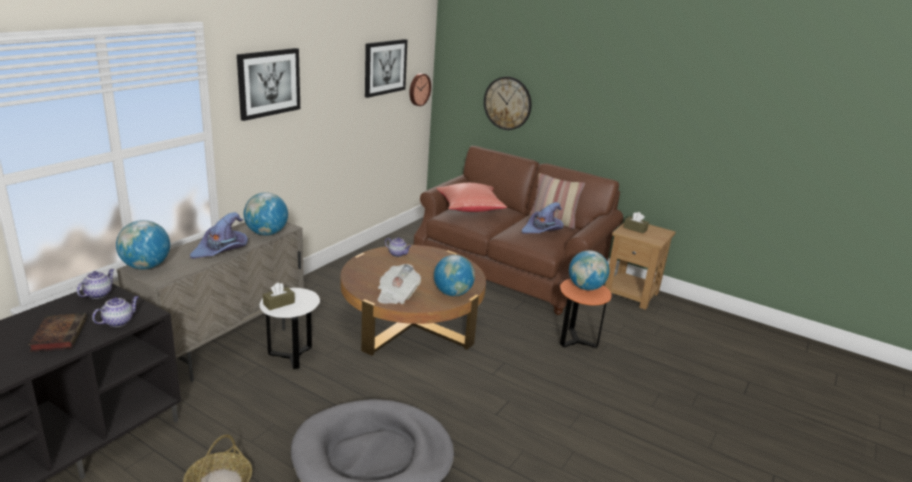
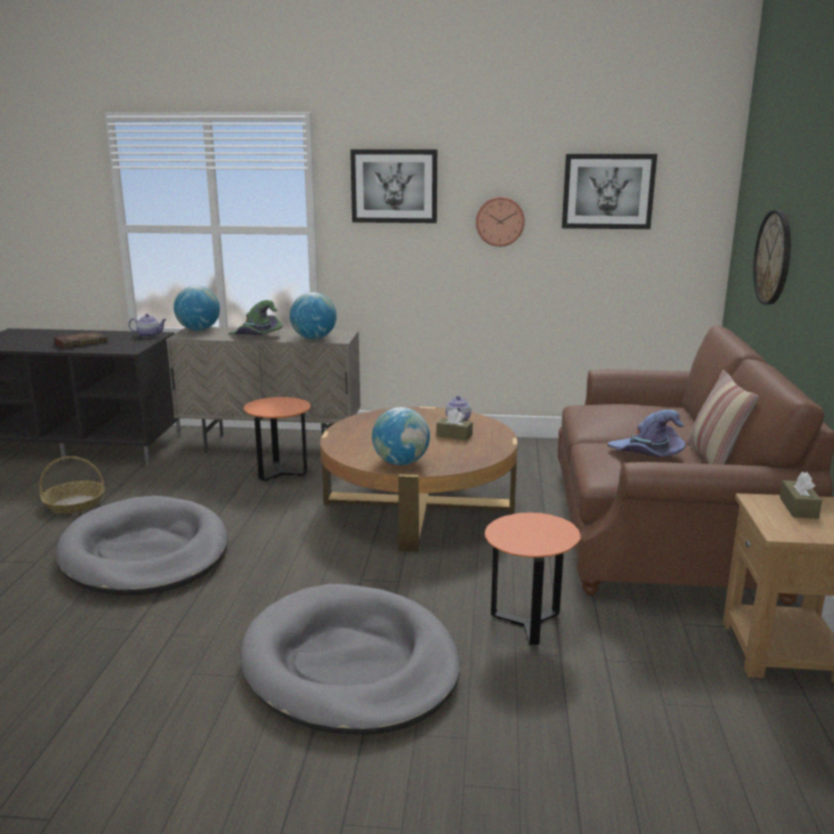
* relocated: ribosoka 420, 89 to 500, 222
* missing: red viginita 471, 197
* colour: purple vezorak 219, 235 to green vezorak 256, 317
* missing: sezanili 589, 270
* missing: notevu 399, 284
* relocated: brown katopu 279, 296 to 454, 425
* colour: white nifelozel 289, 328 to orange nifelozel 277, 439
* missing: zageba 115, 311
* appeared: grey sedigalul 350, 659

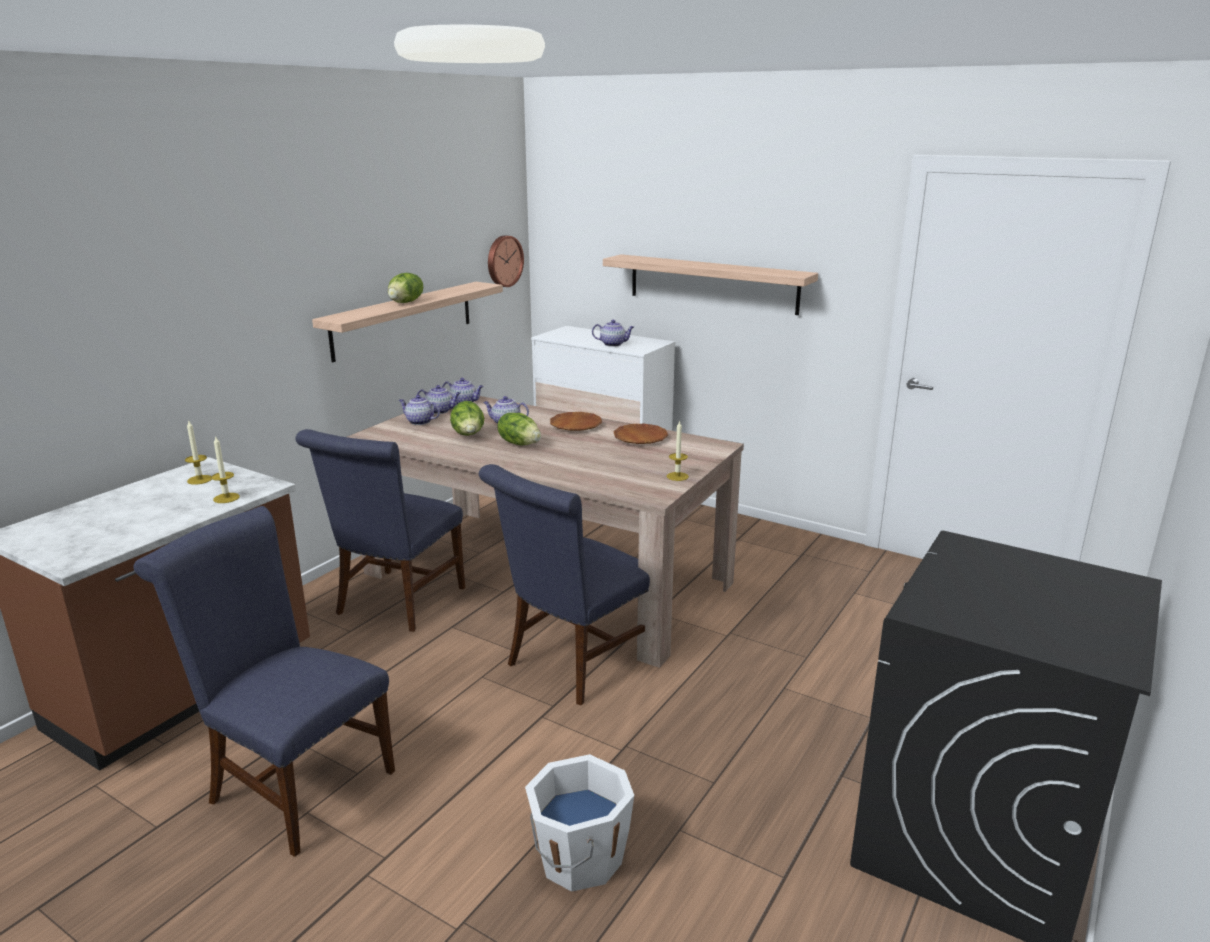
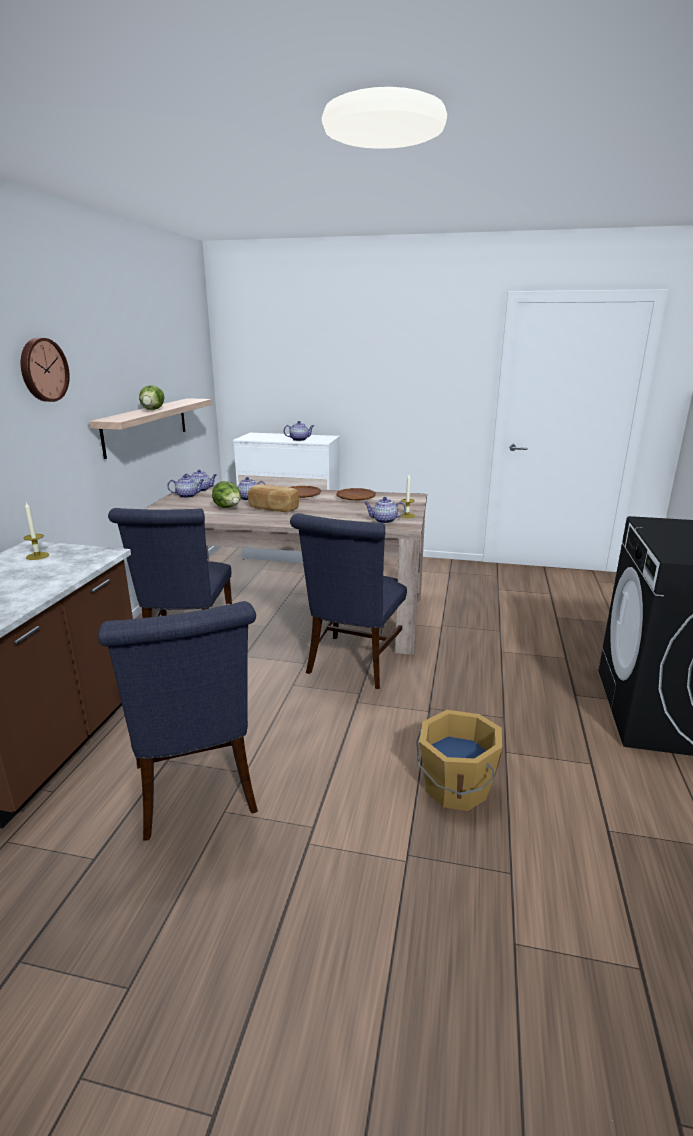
* relocated: ribosoka 506, 261 to 45, 370
* missing: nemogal 710, 284
* relocated: zageba 419, 410 to 385, 510
* exchanged: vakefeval 519, 429 to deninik 273, 498
* missing: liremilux 225, 469
* spun: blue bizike 264, 681 = 178, 720 120 degrees counterclockwise
* colour: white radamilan 579, 823 to orange radamilan 459, 760

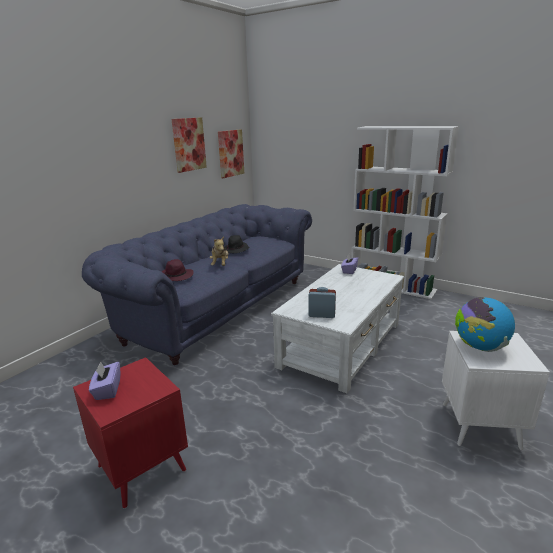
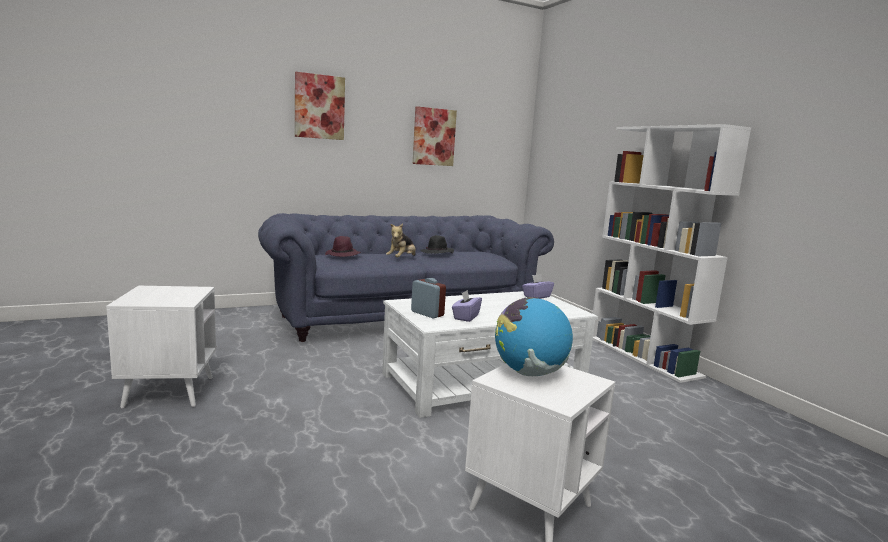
* relocated: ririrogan 231, 153 to 320, 106
* colour: red nifelozel 130, 433 to white nifelozel 161, 347
* relocated: purple katopu 104, 380 to 467, 306

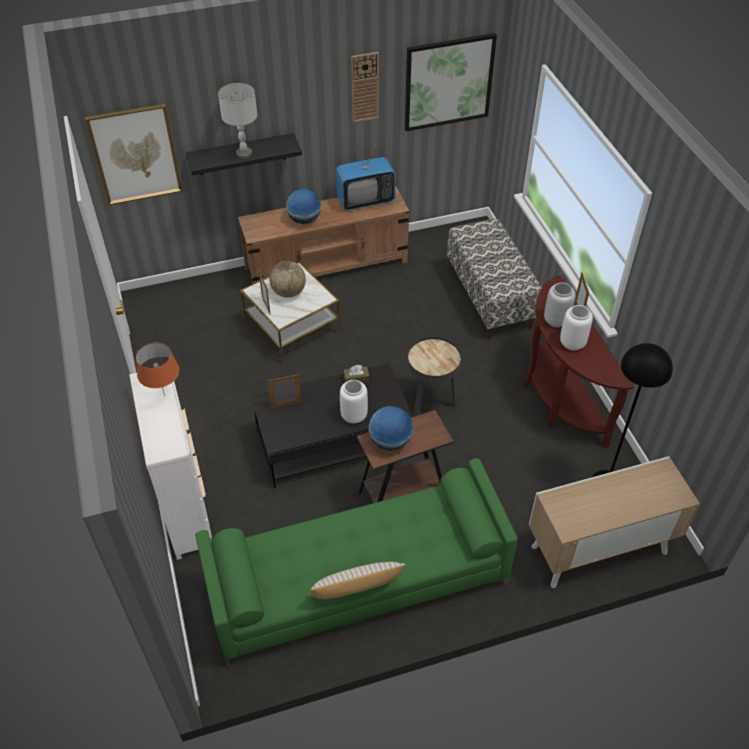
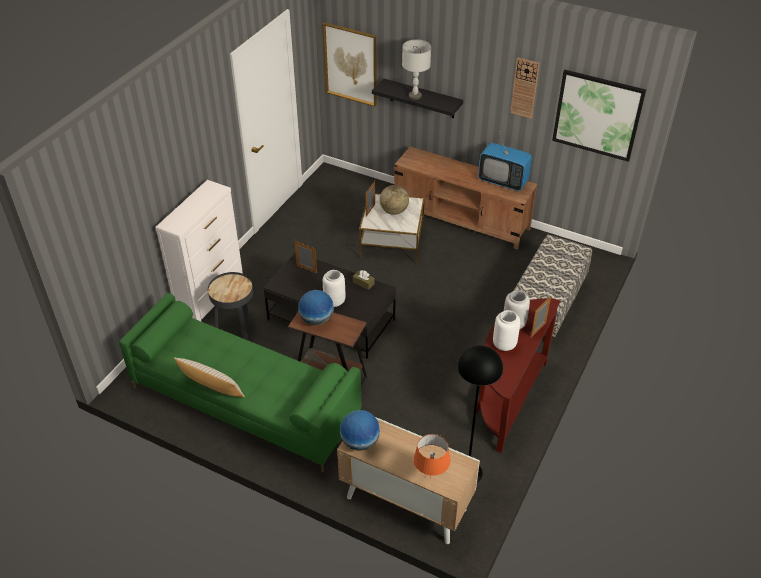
* relocated: sezanili 303, 206 to 360, 430
* relocated: black nifelozel 434, 377 to 230, 306
* relocated: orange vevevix 157, 369 to 432, 456

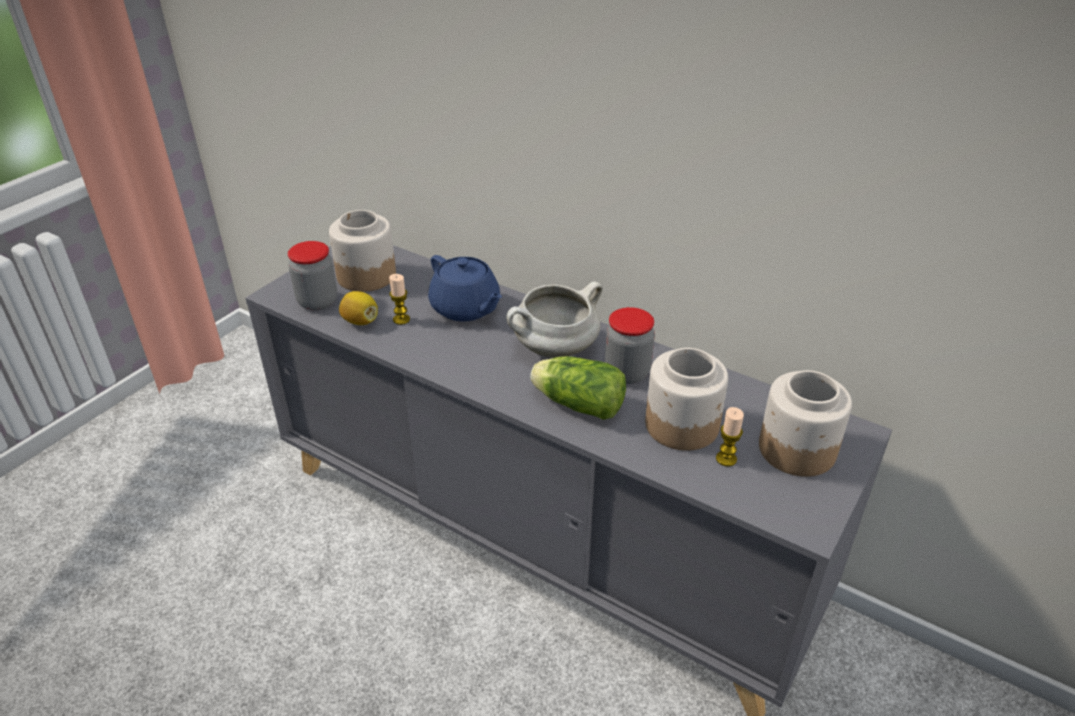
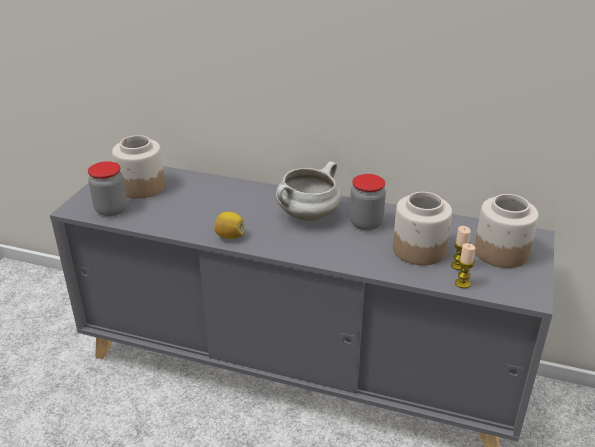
* missing: blue zageba 465, 288
* relocated: liremilux 399, 299 to 465, 265
* relocated: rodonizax 358, 308 to 229, 225
* missing: vakefeval 578, 388

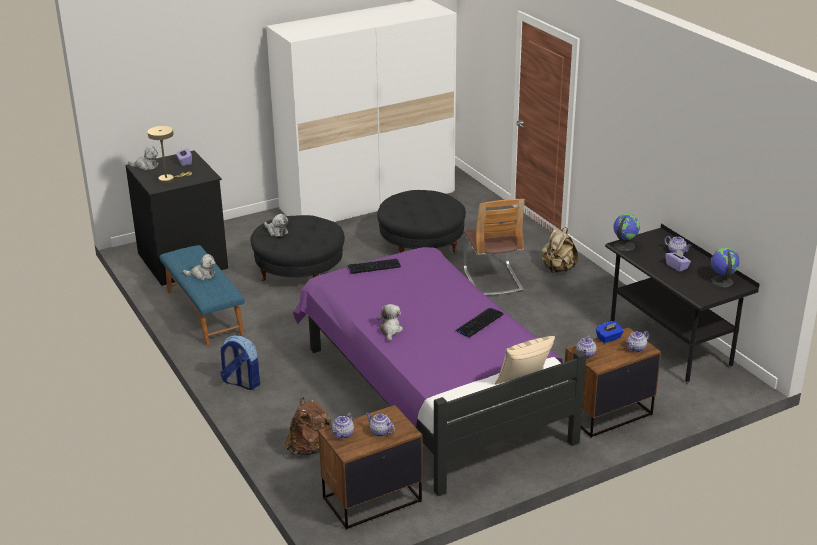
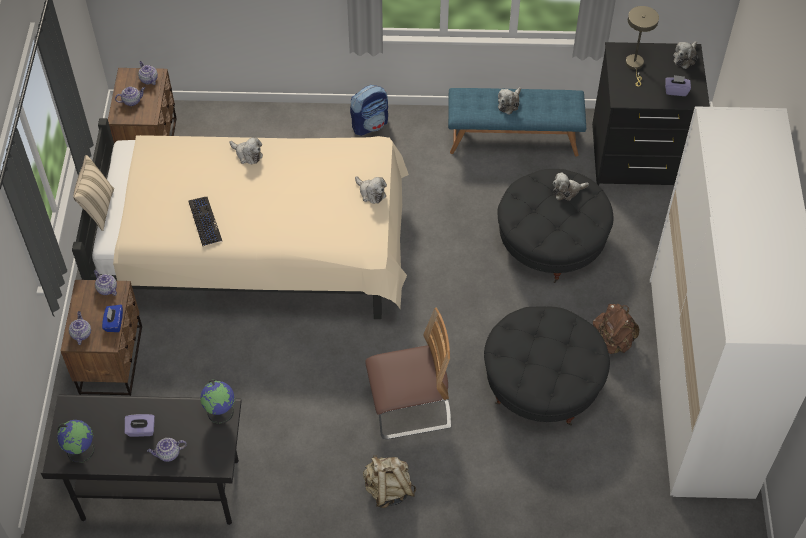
* spun: bizike 494, 247 = 408, 373 150 degrees clockwise
* colour: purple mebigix 440, 371 to beige mebigix 240, 218
* exchanged: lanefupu 374, 266 to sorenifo 371, 190
* relocated: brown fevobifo 308, 426 to 616, 329

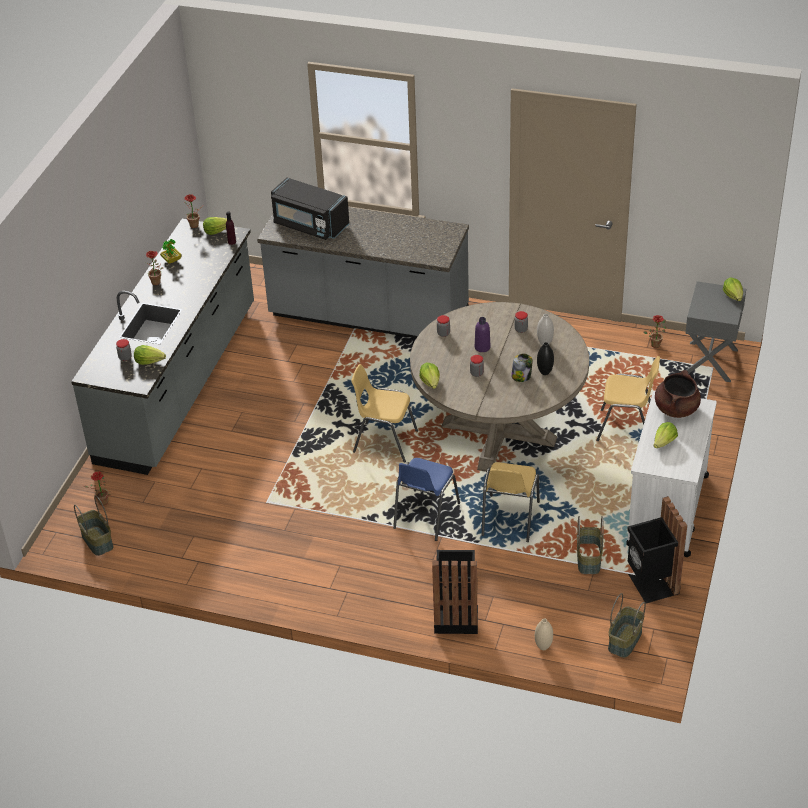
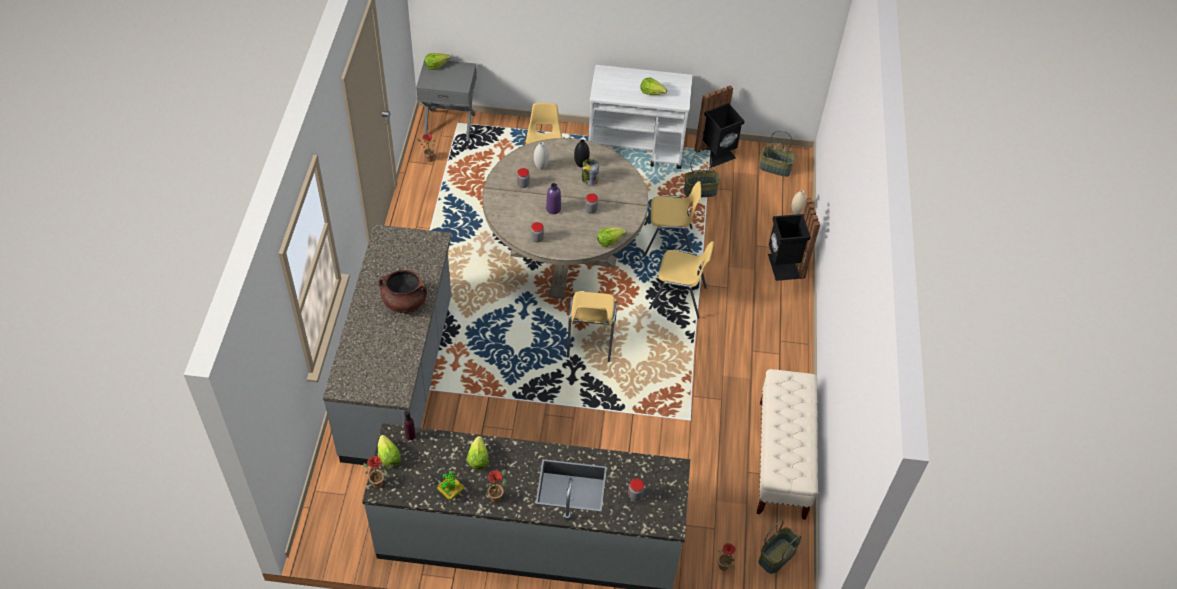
* missing: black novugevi 310, 208
* relocated: vakefeval 150, 355 to 478, 453
* relocated: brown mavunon 678, 394 to 403, 291
* colour: blue bizike 426, 499 to yellow bizike 681, 280
* appeared: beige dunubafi 787, 444

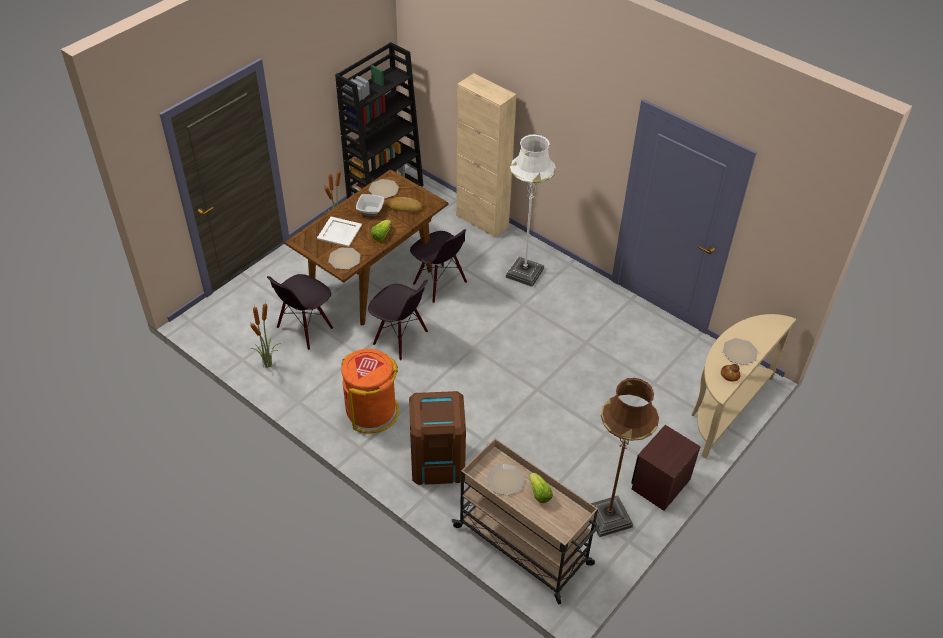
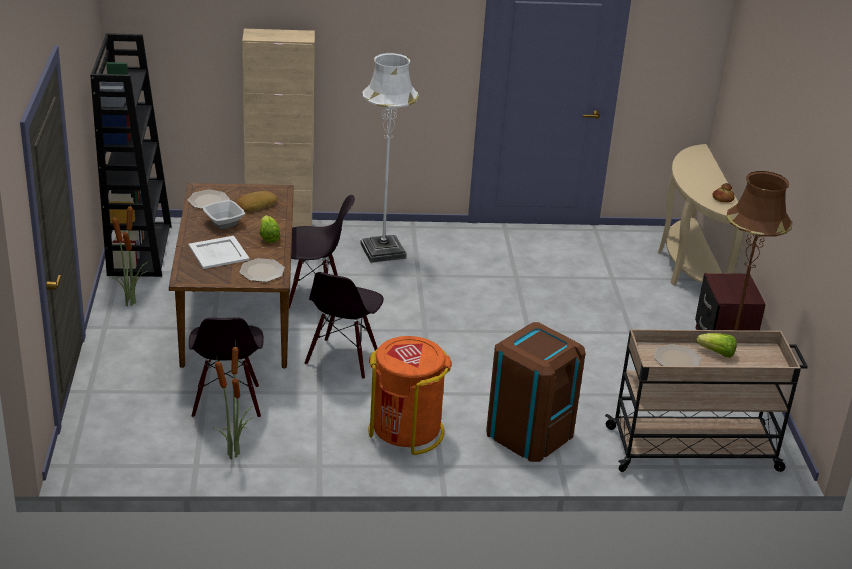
* spun: black bizike 398, 320 = 344, 325 120 degrees clockwise
* missing: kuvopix 740, 351

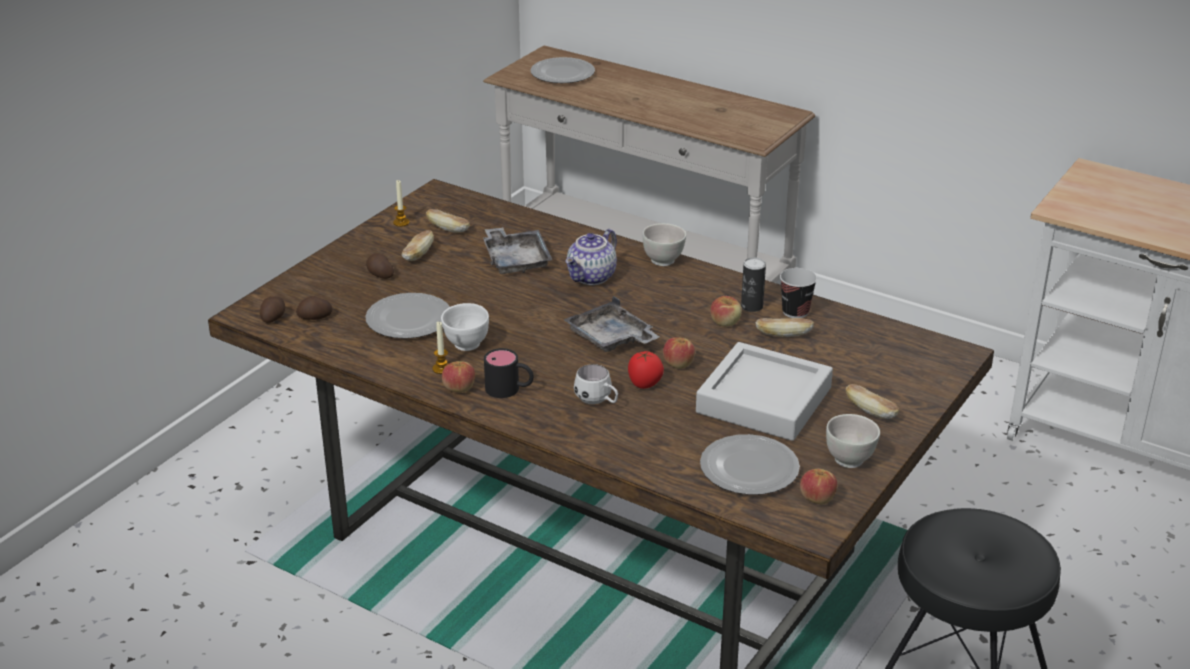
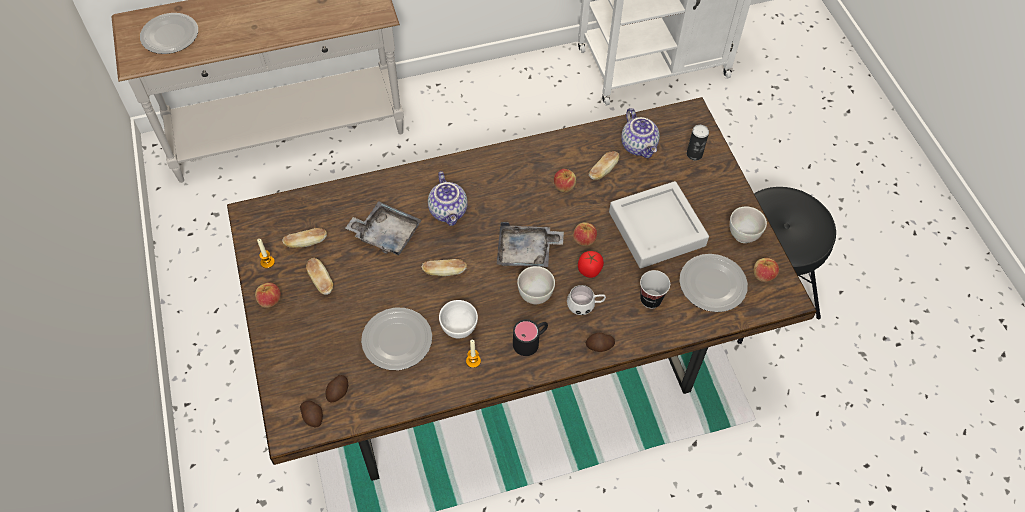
* relocated: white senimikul 664, 244 to 536, 285
* relocated: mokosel 380, 266 to 600, 342
* relocated: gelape 753, 284 to 698, 143
* relocated: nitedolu 798, 293 to 655, 289
* relocated: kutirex 458, 376 to 268, 295
* relocated: deninik 872, 401 to 444, 267
* appeared: zageba 640, 133

